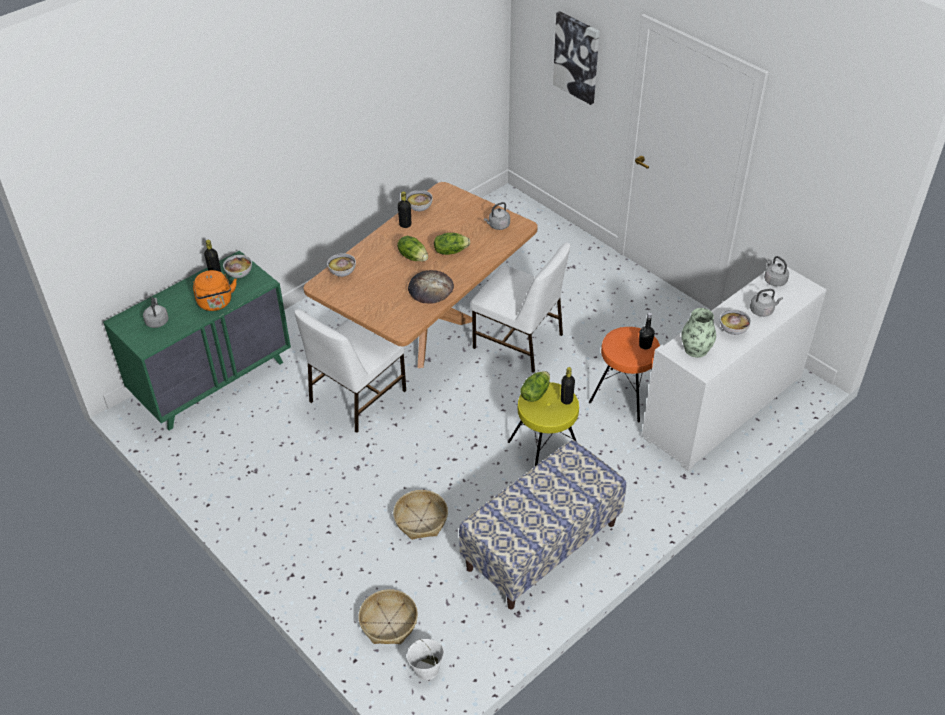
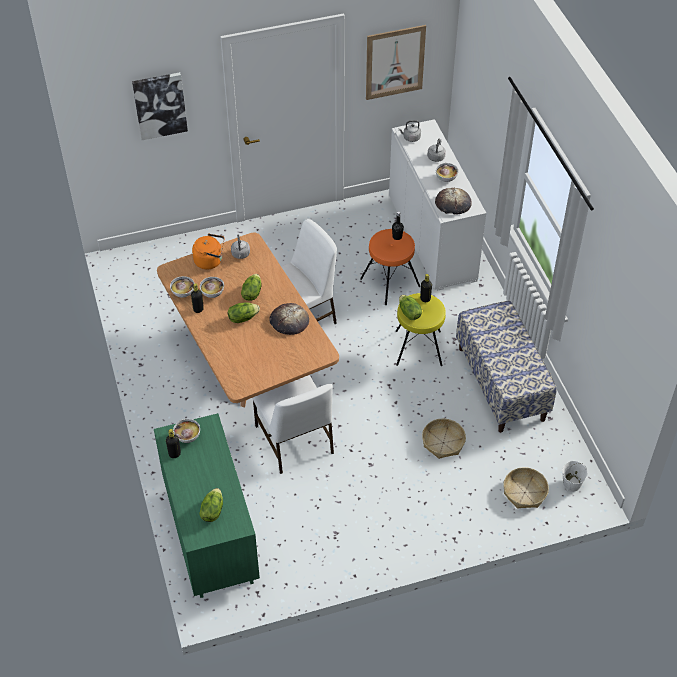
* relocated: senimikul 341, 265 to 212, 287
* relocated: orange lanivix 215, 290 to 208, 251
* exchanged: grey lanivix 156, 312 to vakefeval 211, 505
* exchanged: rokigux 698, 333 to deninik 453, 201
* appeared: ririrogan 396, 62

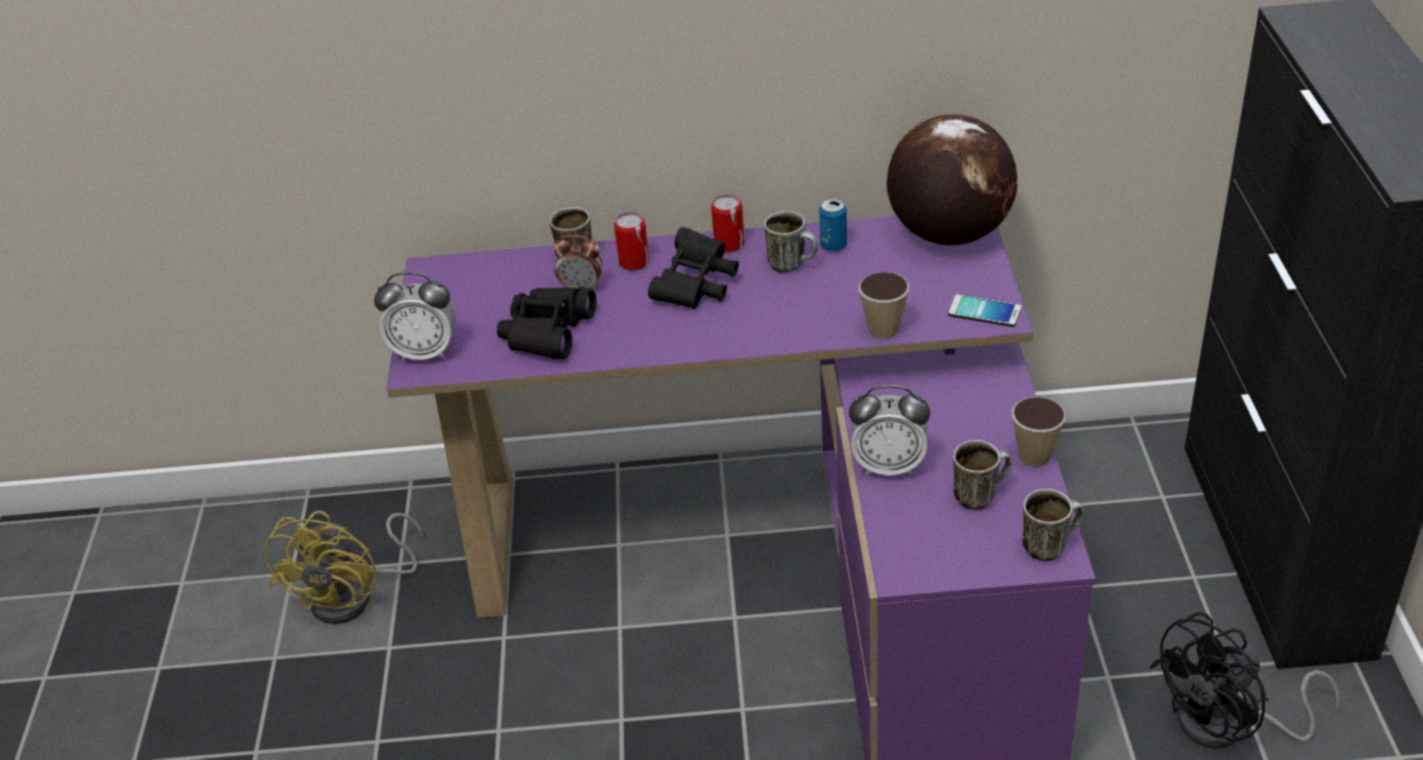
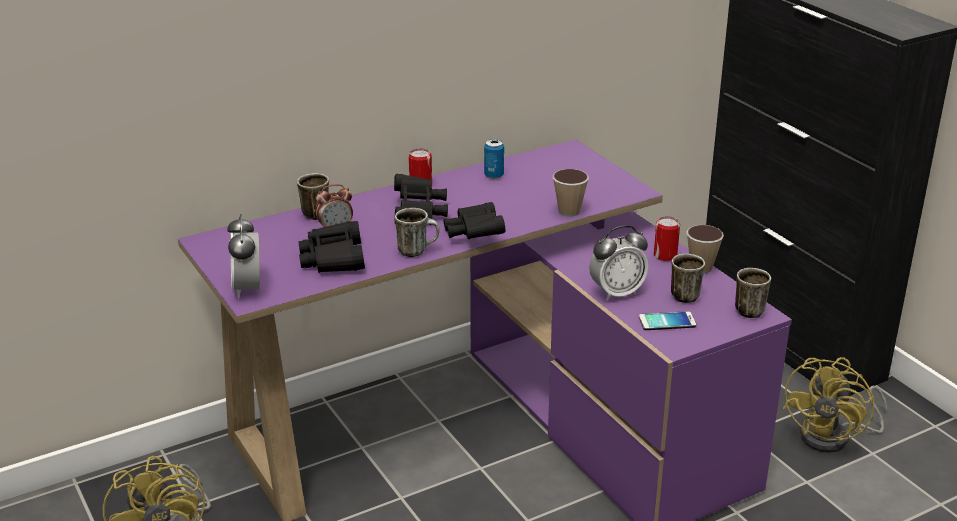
* missing: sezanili 952, 179
* relocated: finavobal 791, 242 to 417, 232
* relocated: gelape 631, 241 to 667, 238
* spun: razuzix 415, 316 = 243, 256 105 degrees clockwise
* relocated: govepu 985, 310 to 667, 320
* colour: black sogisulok 1245, 680 to yellow sogisulok 835, 405
* appeared: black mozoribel 474, 220

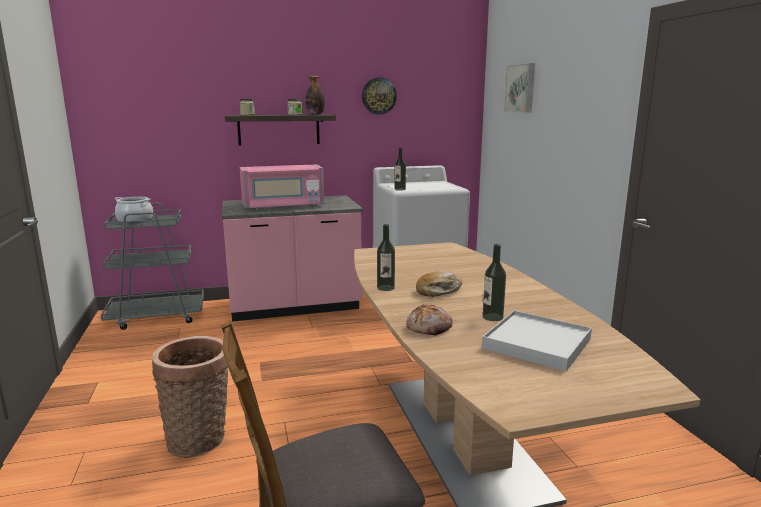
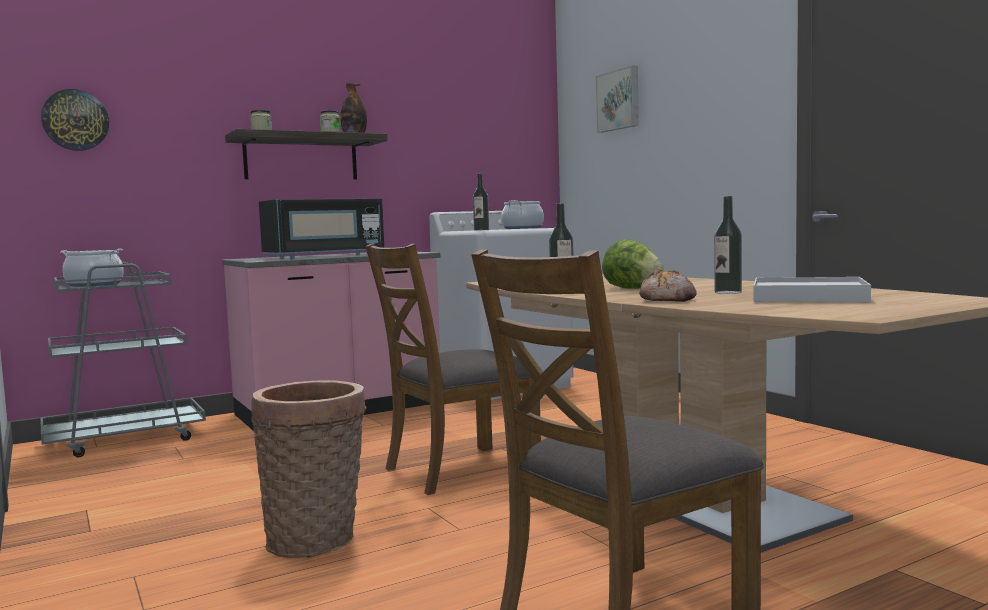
* relocated: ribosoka 379, 96 to 75, 120
* colour: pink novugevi 282, 187 to black novugevi 321, 229
* exchanged: deninik 439, 284 to vakefeval 633, 264
* appeared: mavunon 522, 214
* appeared: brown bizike 453, 369

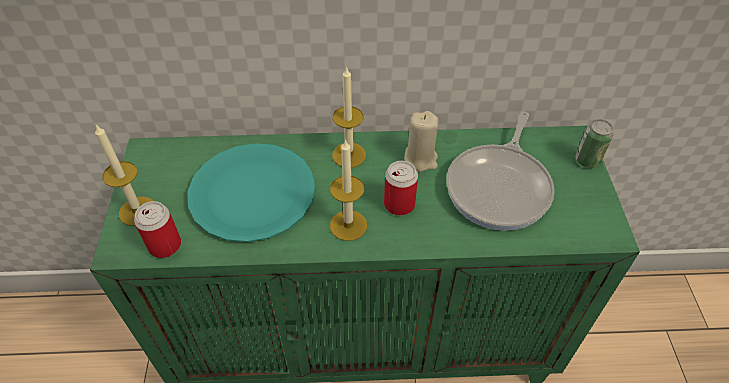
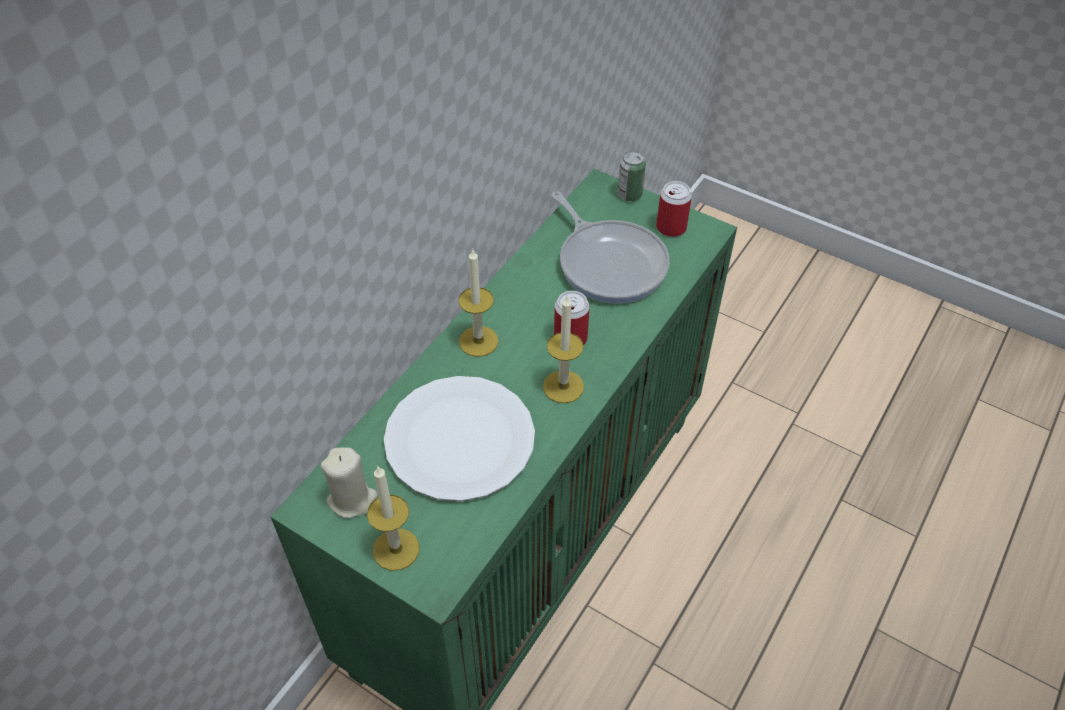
* relocated: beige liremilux 421, 141 to 349, 482
* colour: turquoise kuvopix 251, 192 to white kuvopix 459, 438
* relocated: gelape 157, 229 to 674, 209

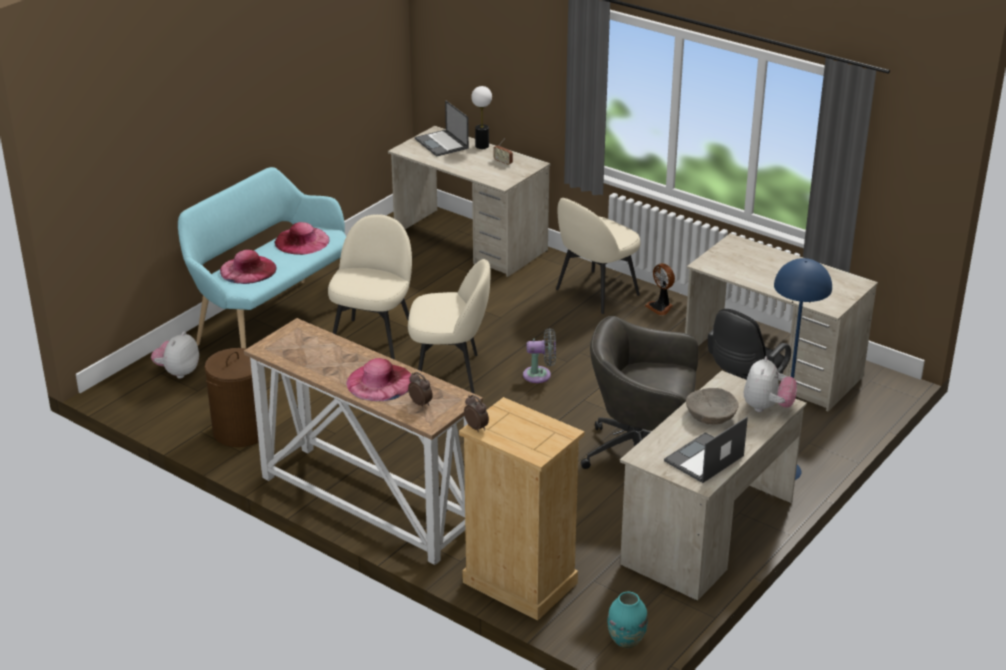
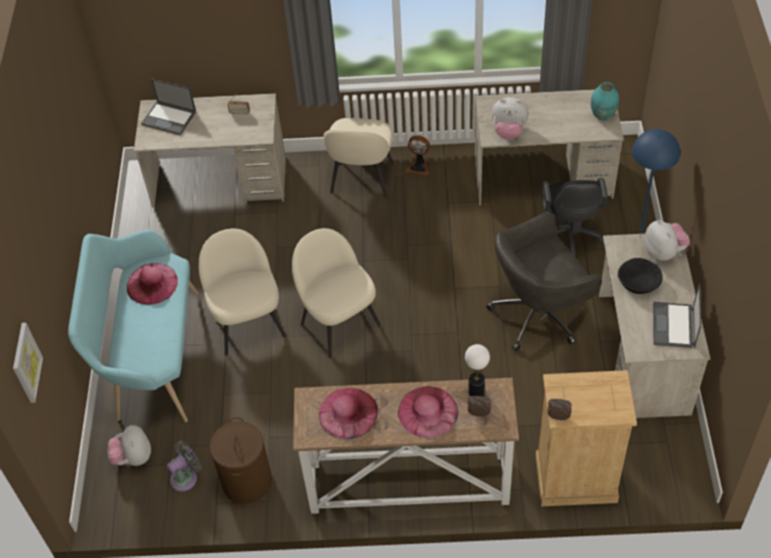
* relocated: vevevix 481, 117 to 477, 370
* relocated: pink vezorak 248, 267 to 348, 413
* spun: beige bizike 449, 326 = 336, 293 90 degrees counterclockwise
* relocated: grey sogisulok 539, 355 to 184, 466
* colour: beige senimikul 712, 406 to black senimikul 640, 276
* relocated: turquoise rokigux 627, 620 to 605, 101
* appeared: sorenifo 510, 118
* appeared: ririrogan 28, 363

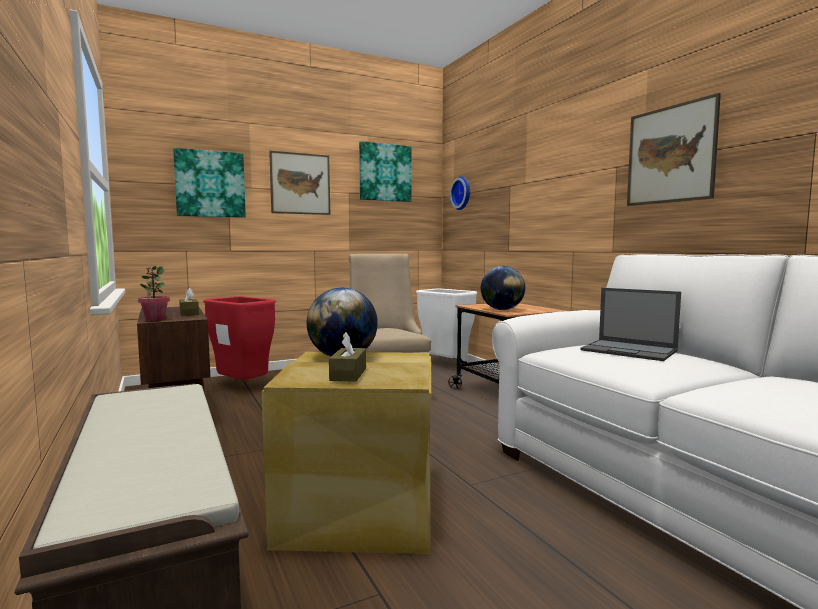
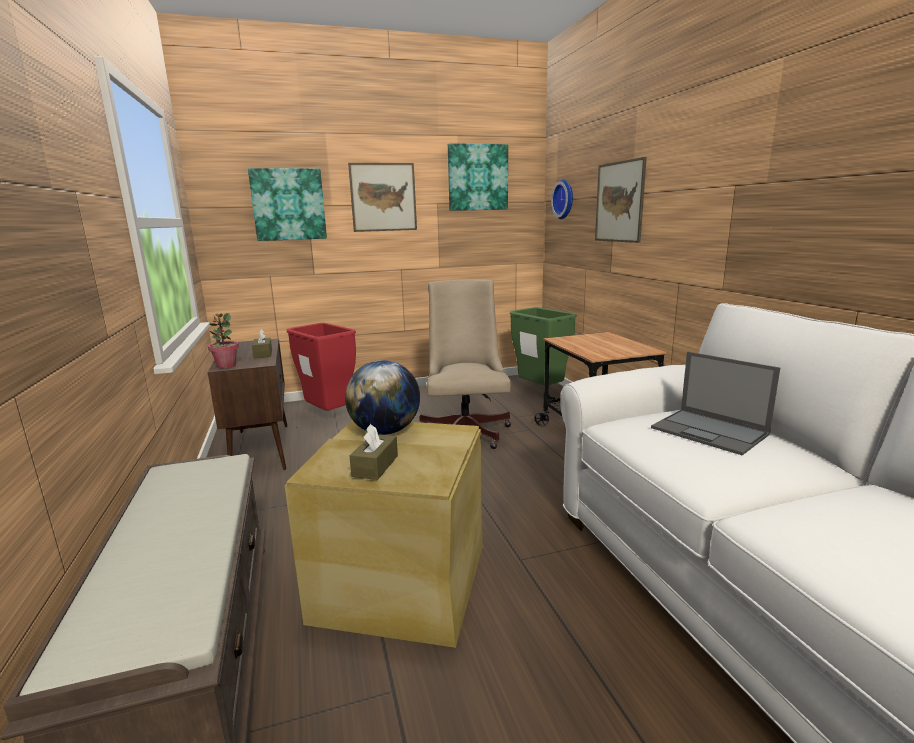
* relocated: ririrogan 674, 149 to 621, 200
* missing: sezanili 503, 288
* colour: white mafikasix 446, 323 to green mafikasix 543, 346

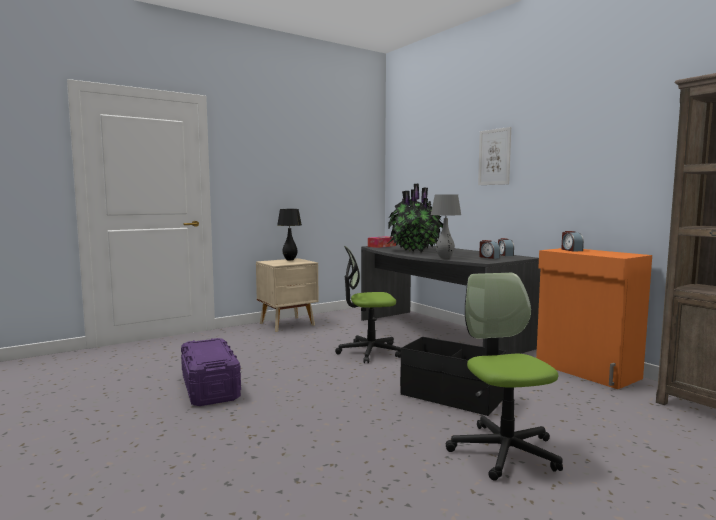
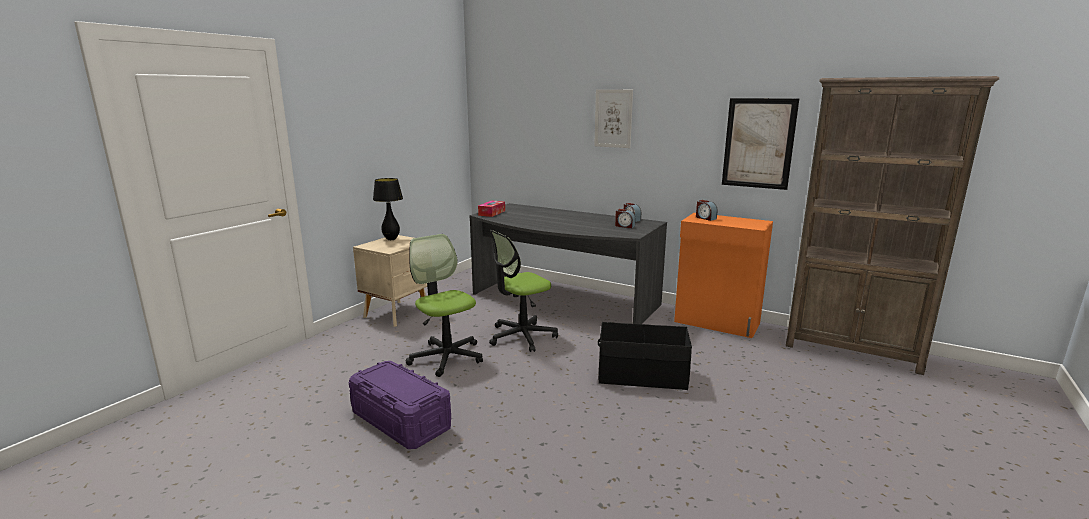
* missing: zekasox 415, 218
* missing: grey vevevix 446, 226
* relocated: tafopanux 504, 377 to 444, 305
* appeared: ririrogan 760, 144

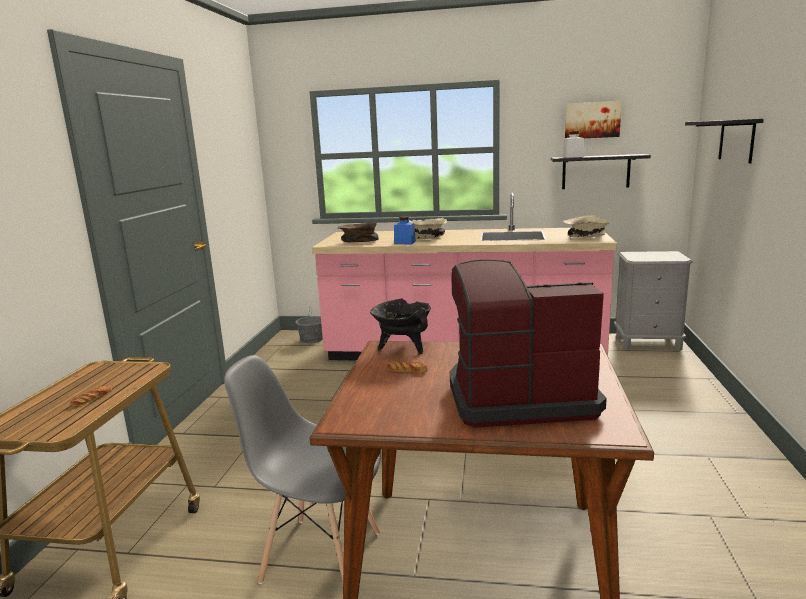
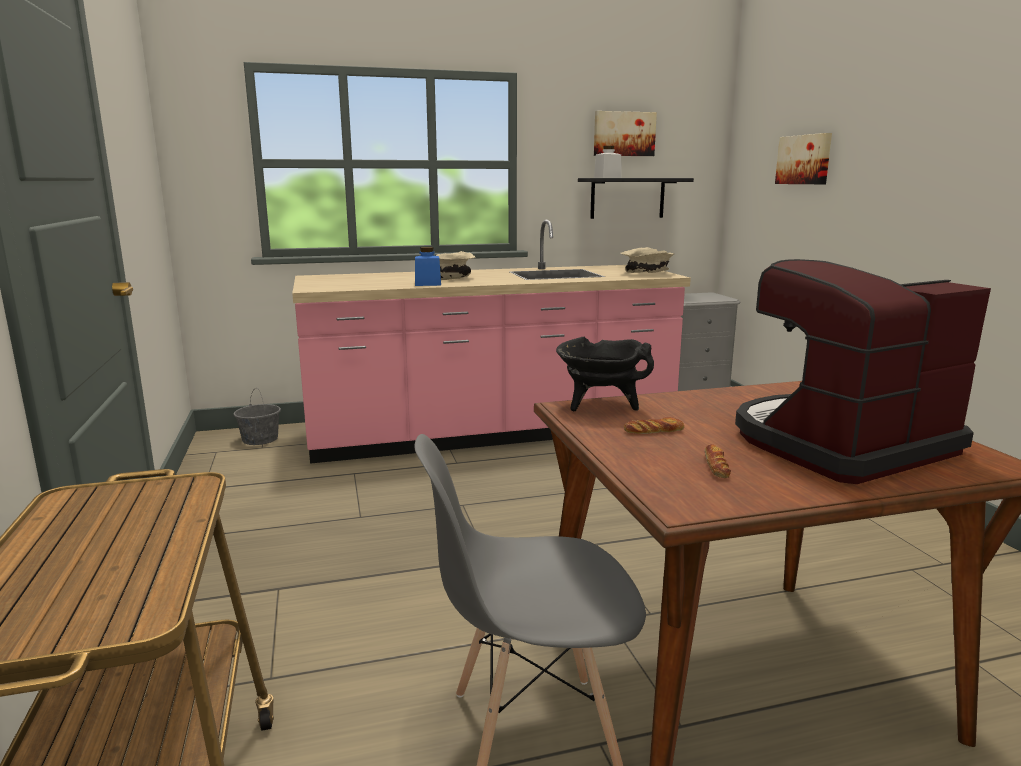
* exchanged: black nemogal 724, 141 to ririrogan 803, 158
* missing: brown senimikul 358, 232
* relocated: deninik 91, 396 to 718, 461

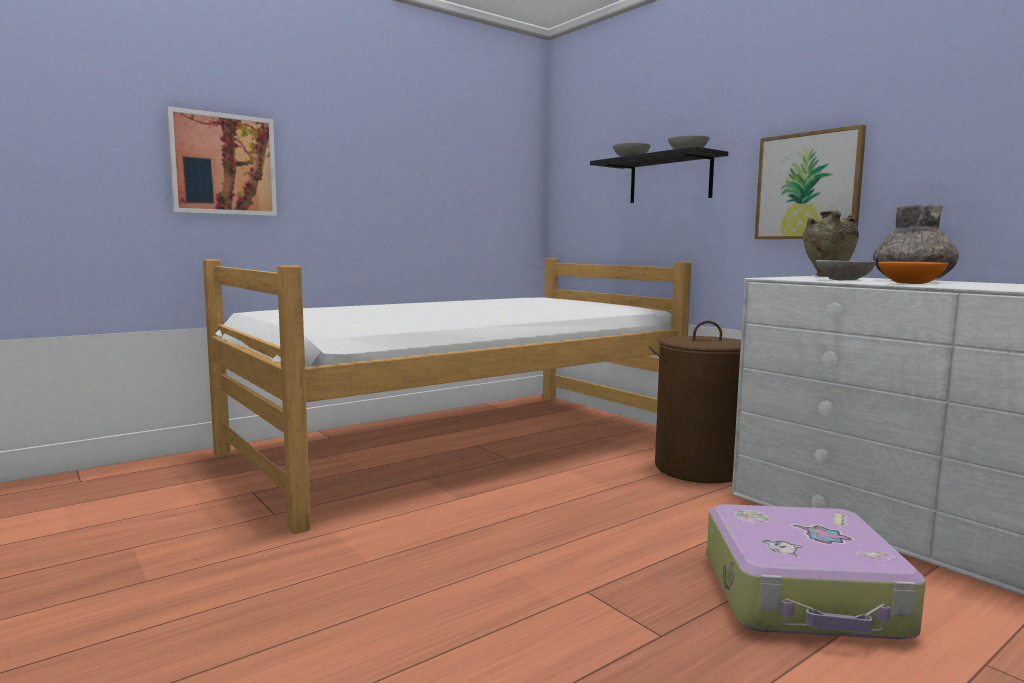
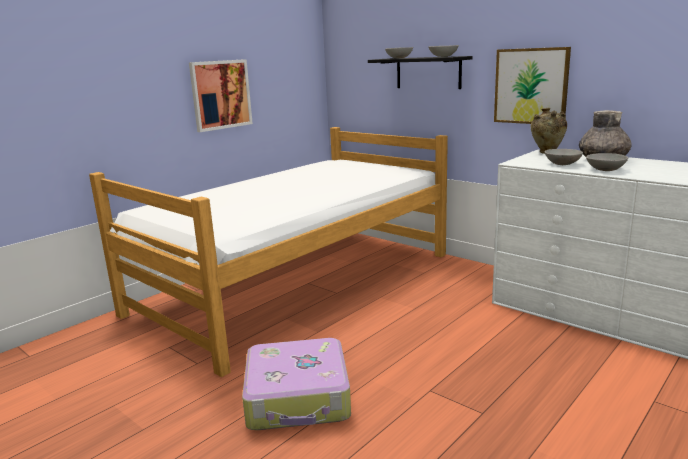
* relocated: ririrogan 221, 161 to 221, 95
* colour: orange senimikul 913, 273 to grey senimikul 607, 162
* missing: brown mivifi 695, 402
* relocated: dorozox 816, 571 to 296, 384

